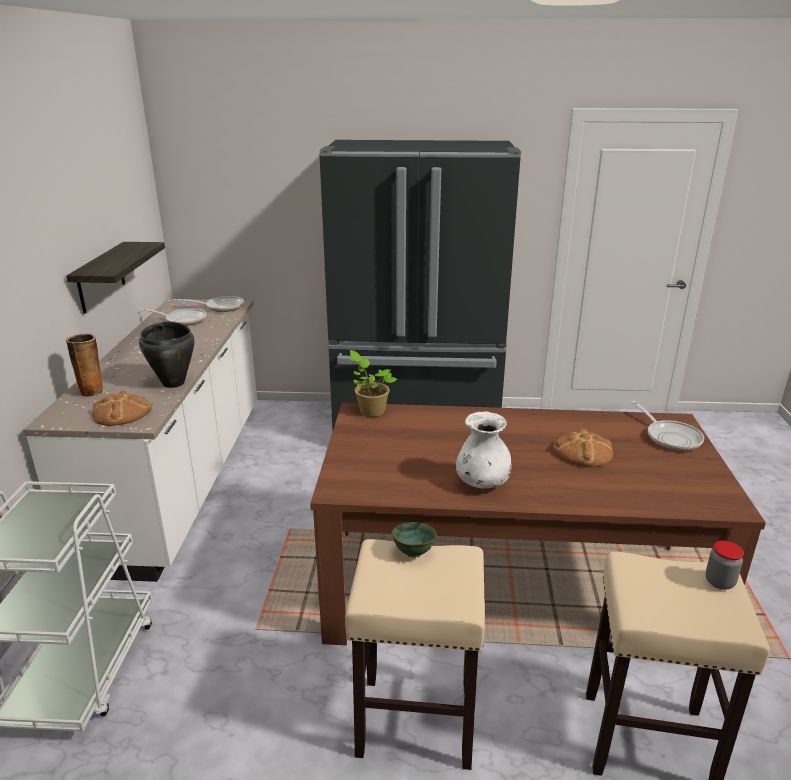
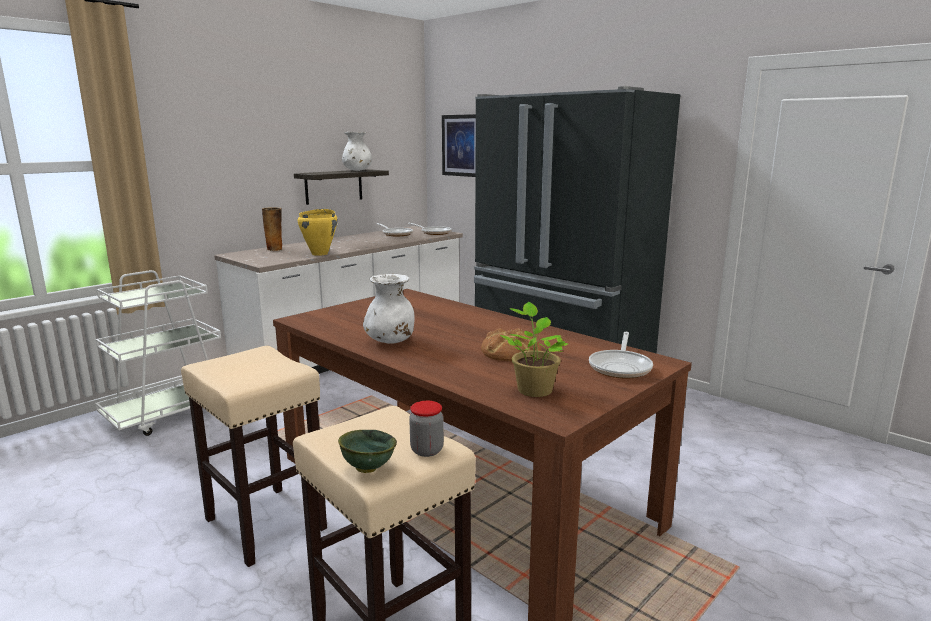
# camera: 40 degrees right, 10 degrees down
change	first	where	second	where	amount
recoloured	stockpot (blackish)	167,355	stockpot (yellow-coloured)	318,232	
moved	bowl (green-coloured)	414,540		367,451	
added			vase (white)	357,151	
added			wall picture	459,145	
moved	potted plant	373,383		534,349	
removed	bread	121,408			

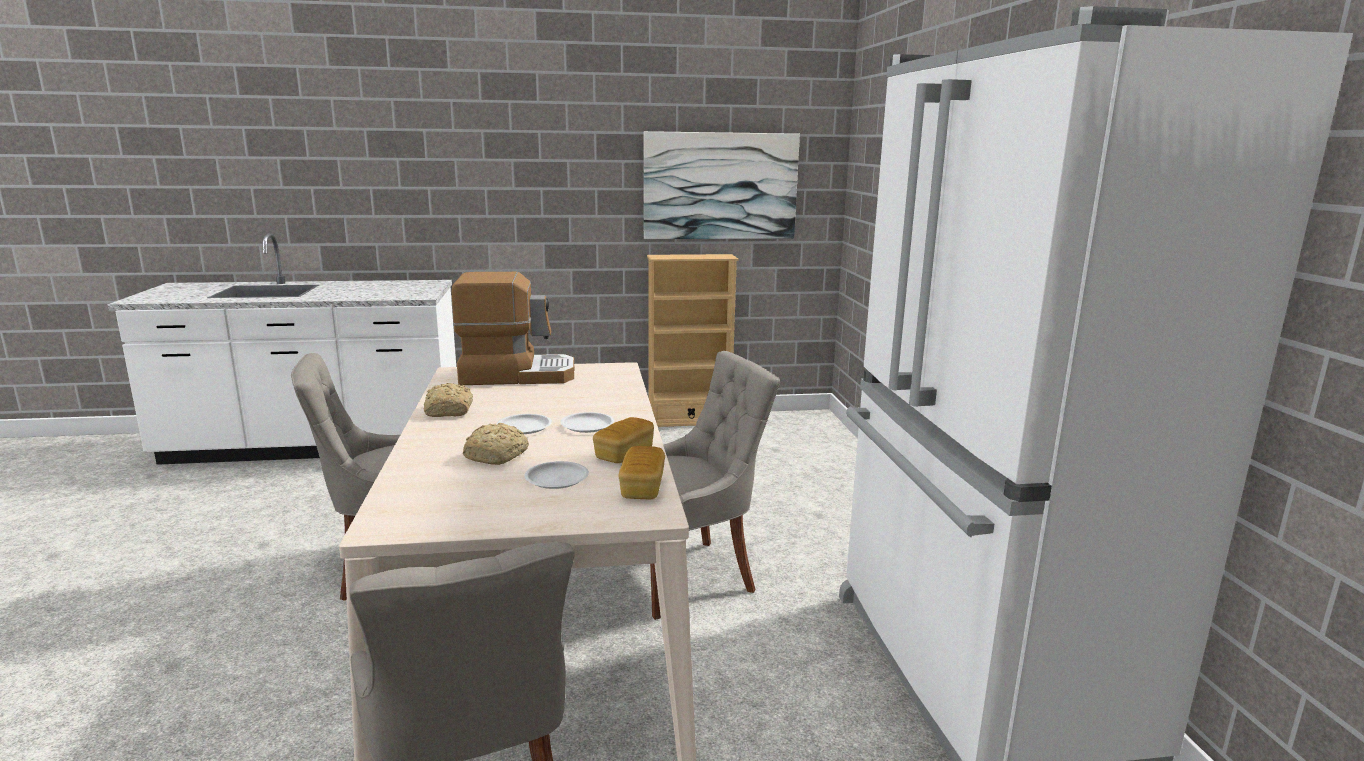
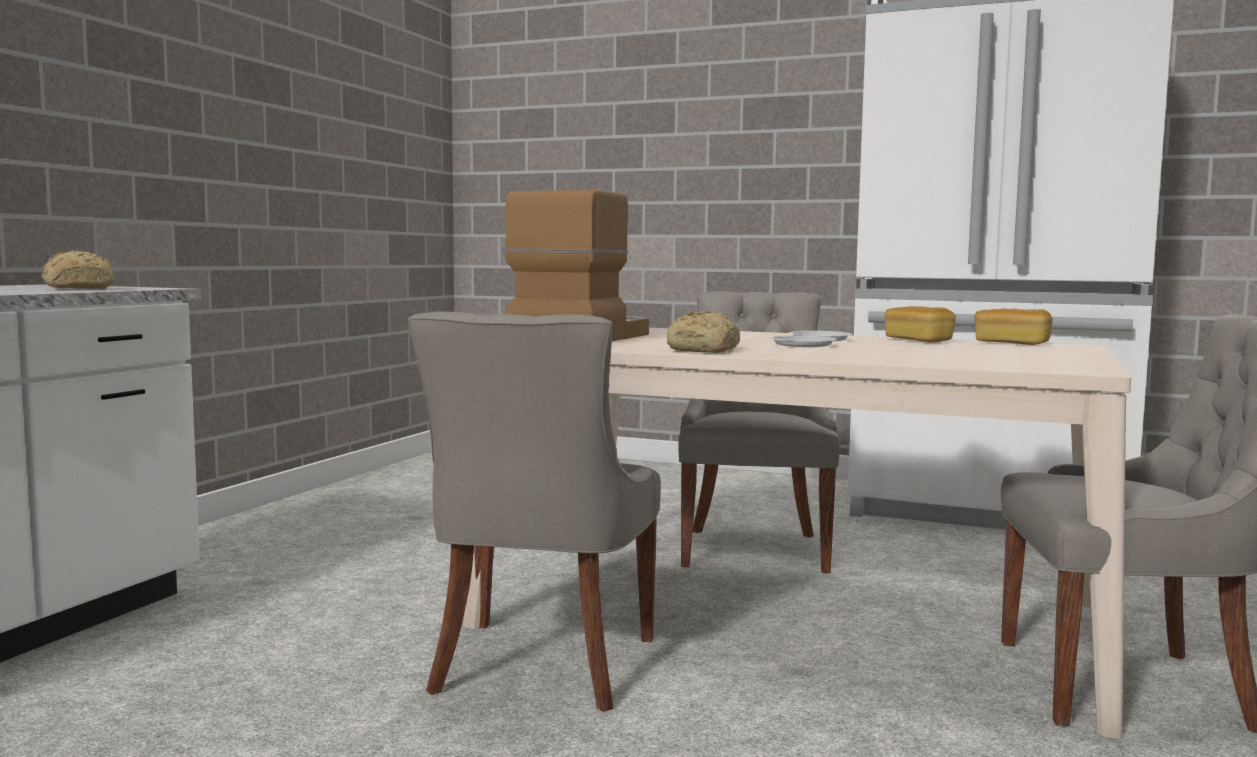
# camera: 60 degrees left, 10 degrees down
change	first	where	second	where	amount
moved	bread	496,444		77,269	
removed	dinner plate (white)	556,475			
removed	wall picture	721,185			
removed	shelving unit (beige)	693,340			

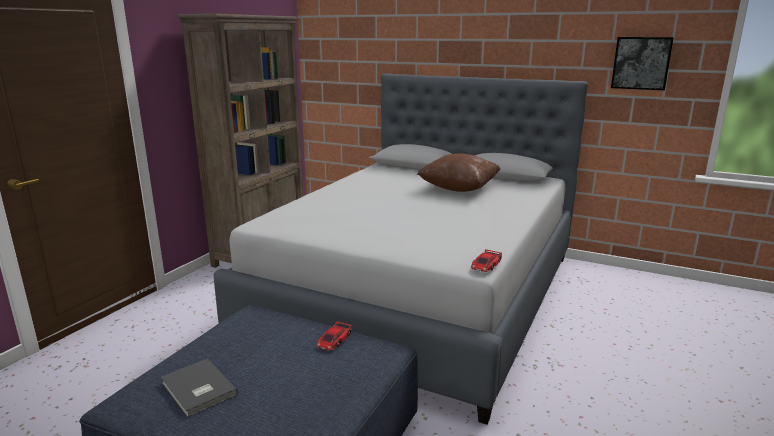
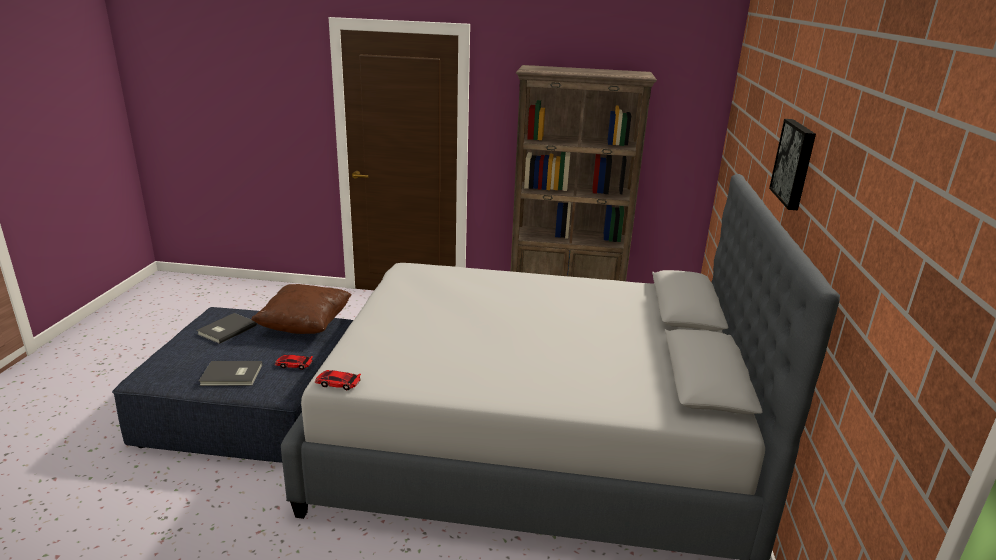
# camera: 70 degrees right, 5 degrees up
change	first	where	second	where	amount
added			book (greyish)	230,373	
moved	pillow (brown-coloured)	458,172		301,309	
moved	wall picture	642,63		792,164	

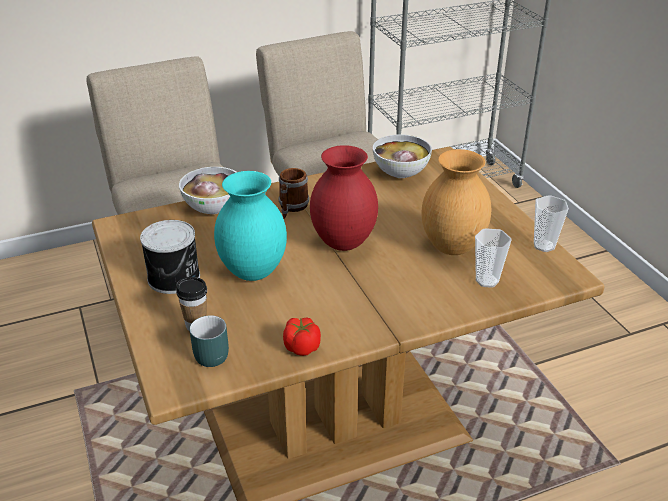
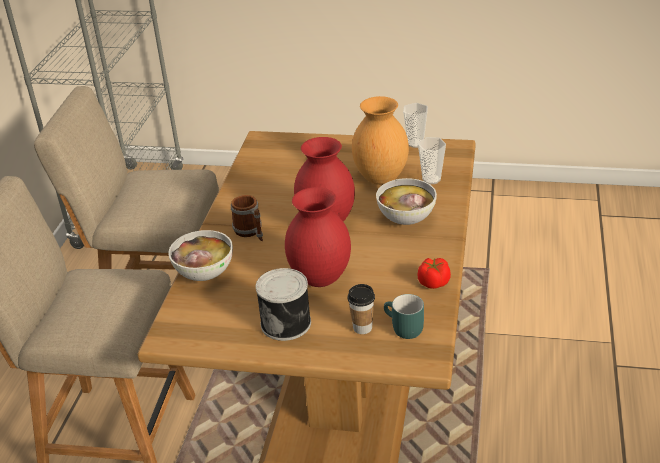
# camera: 55 degrees left, 0 degrees up
change	first	where	second	where	amount
recoloured	vase (blue-green)	250,226	vase (reddish)	318,237	
moved	bowl	402,156		406,201	

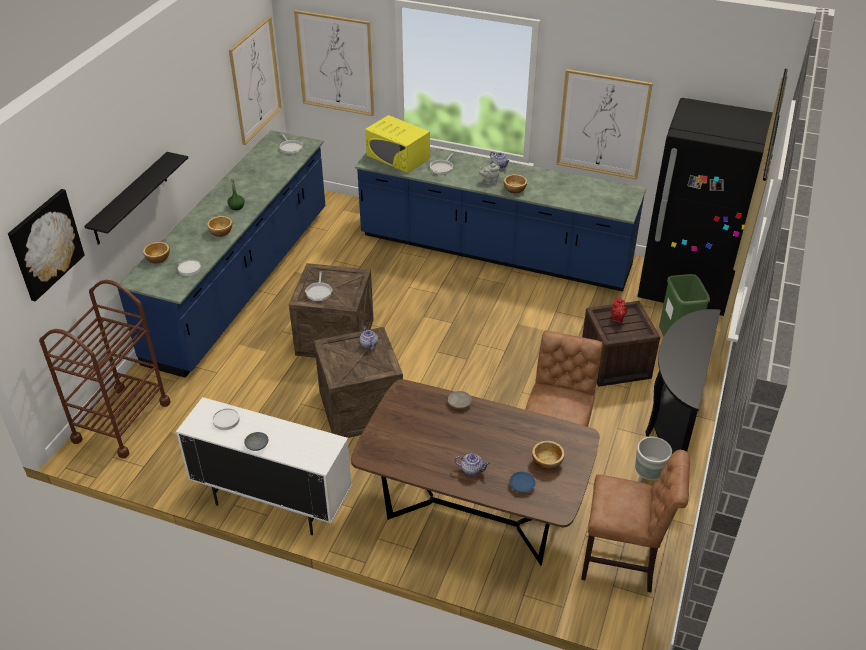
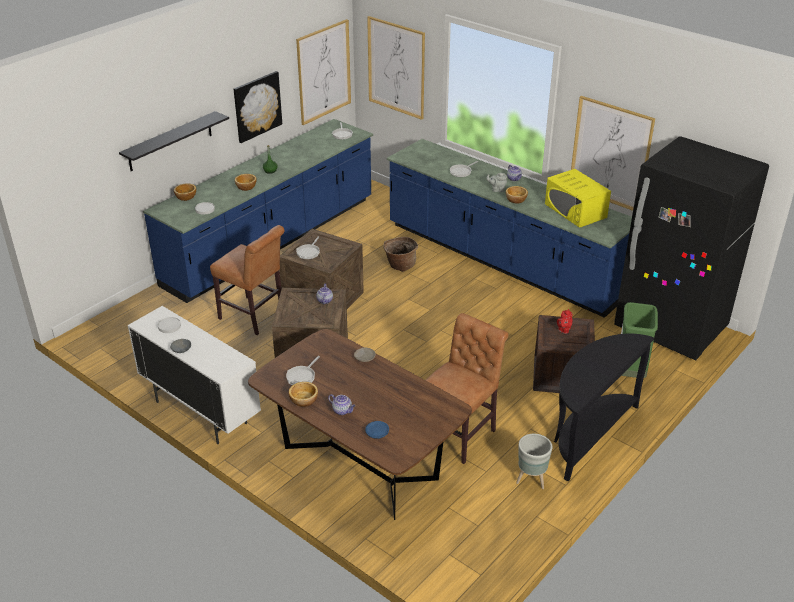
# camera: 20 degrees right, 5 degrees down
change	first	where	second	where	amount
moved	upright chair (brown-coloured)	635,521		247,280	
moved	wall picture	46,245		258,107	
added			frying pan	303,370	
moved	bowl	548,455		303,394	
added			household basket	400,254	
moved	kitchen microwave (yellow-coloured)	397,144		578,198	
removed	wheeled cart (brown-coloured)	104,369			

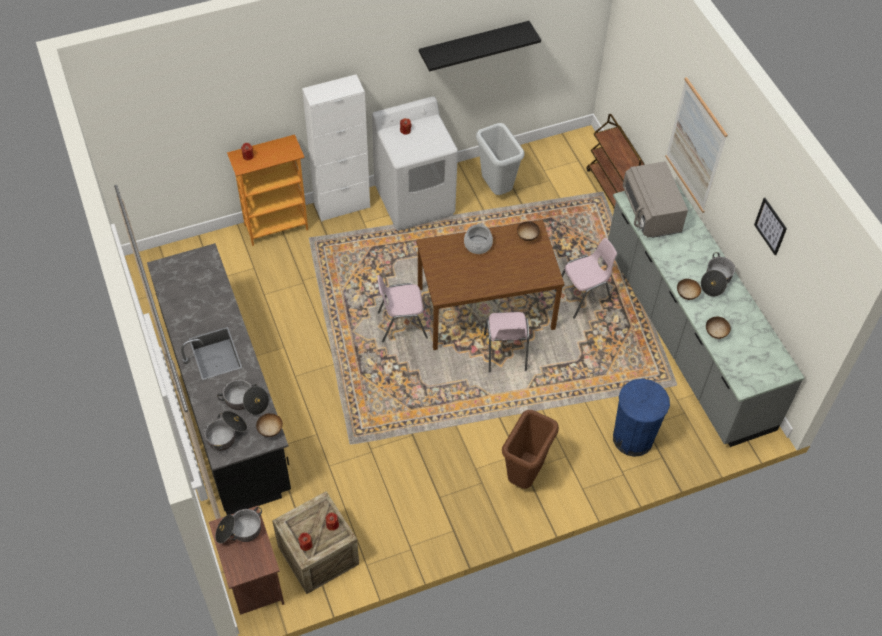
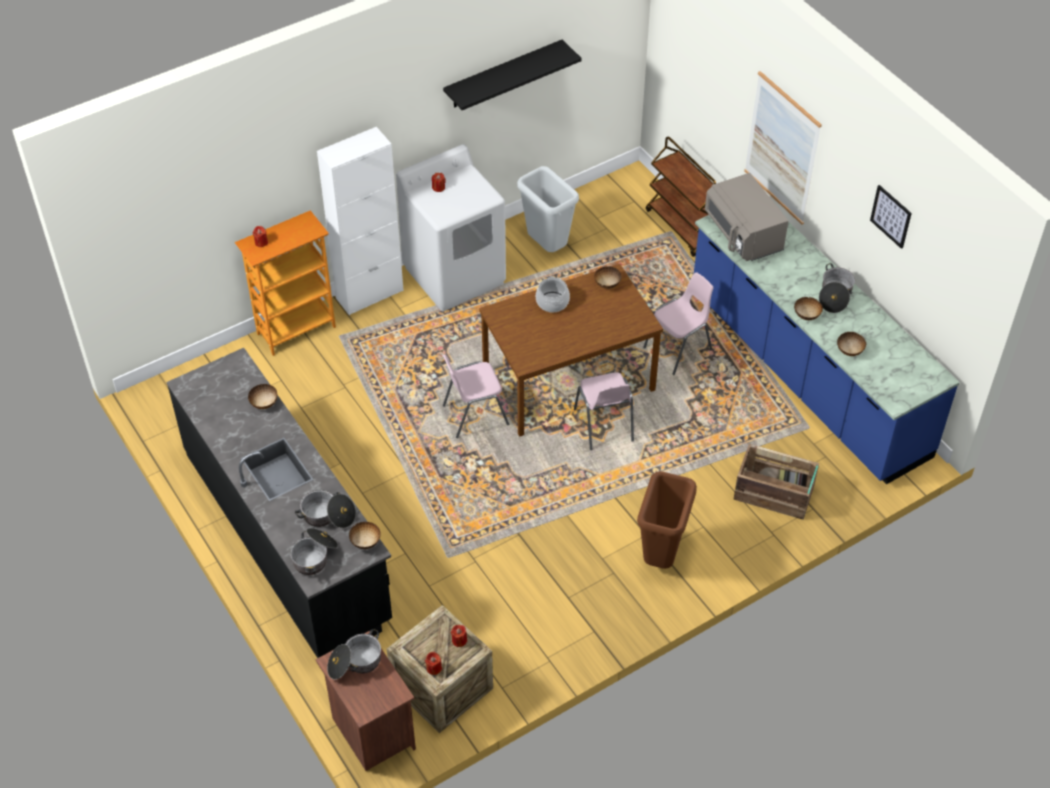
# camera: 10 degrees left, 5 degrees down
change	first	where	second	where	amount
added			bowl	262,396	
recoloured	kitchen counter (greyish)	706,313	kitchen counter (blue)	827,349	
replaced	waste bin (blue)	641,418	crate	776,482	

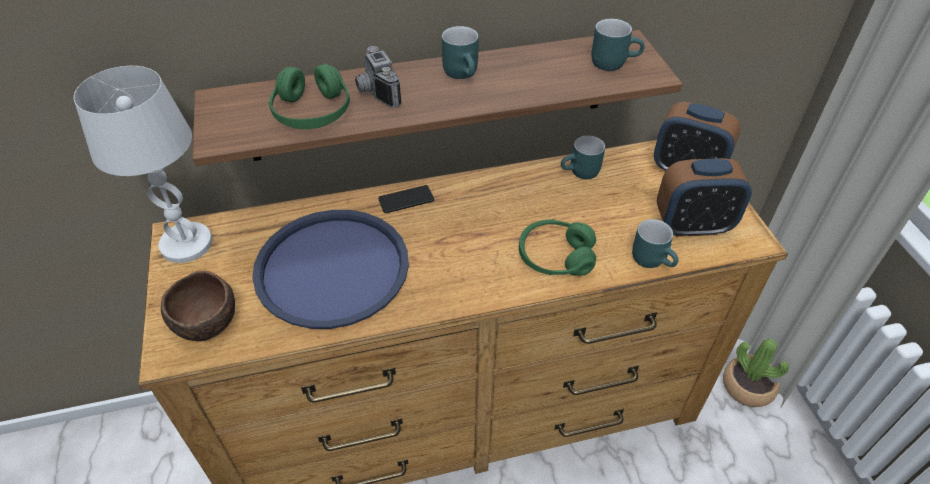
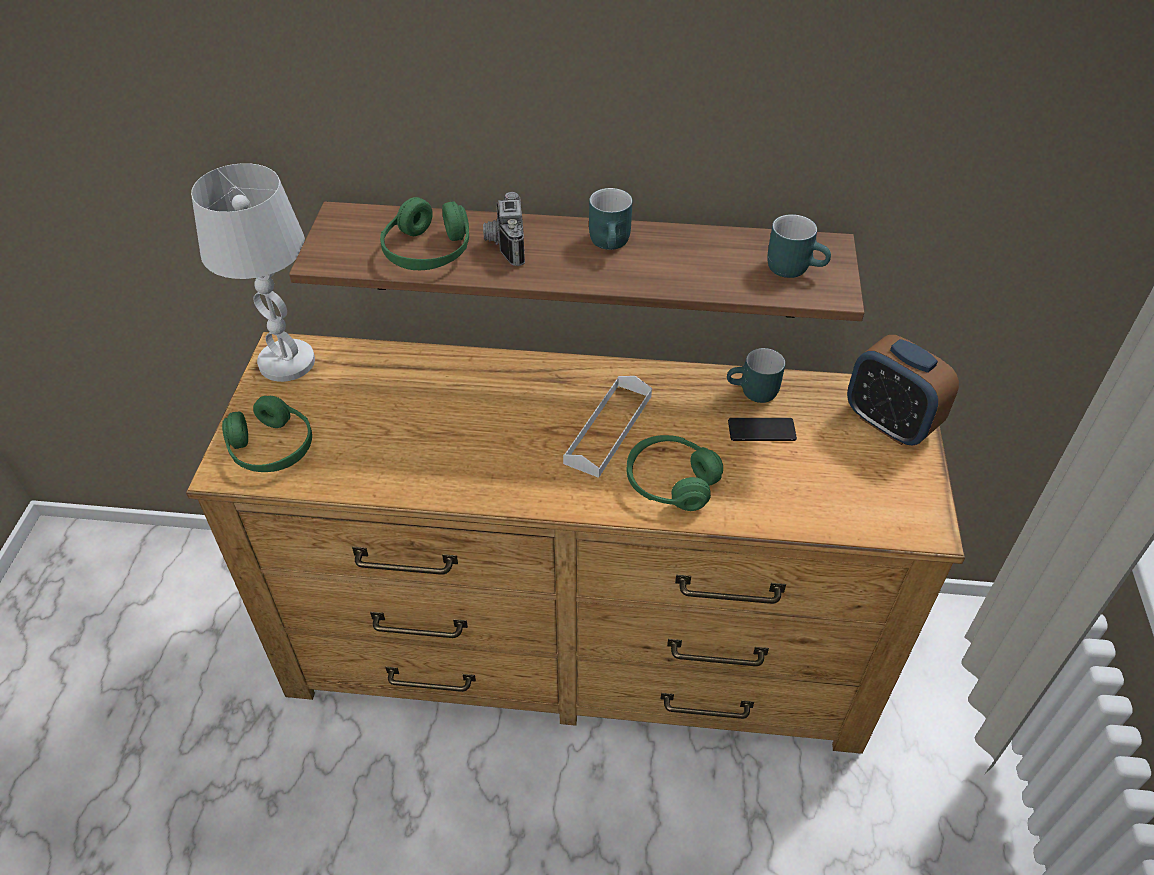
# camera: 20 degrees right, 0 degrees up
change	first	where	second	where	amount
replaced	bowl (brown-coloured)	198,306	pair of headphones (green-coloured)	267,434	
added			serving tray (white)	607,427	
moved	phone	406,199		762,429	
removed	serving tray (blue)	330,269			
removed	tea mug (blue-green)	655,243			
removed	alarm clock	704,197			
removed	potted plant	756,373			

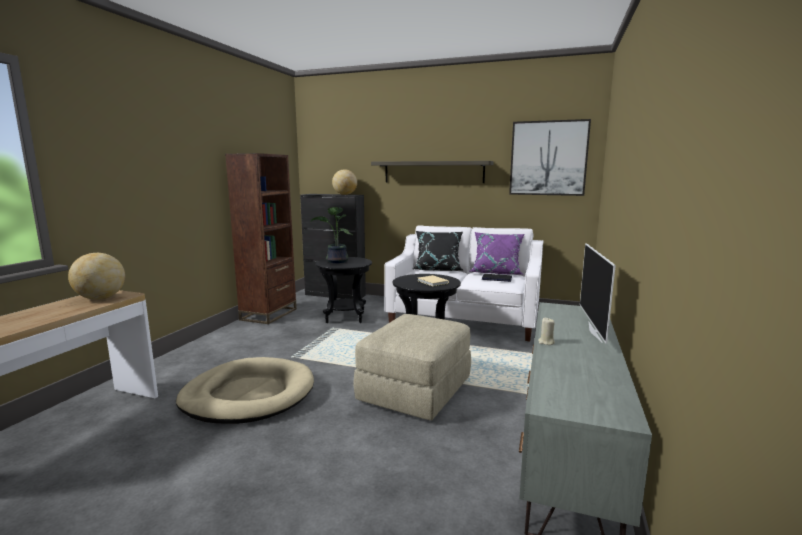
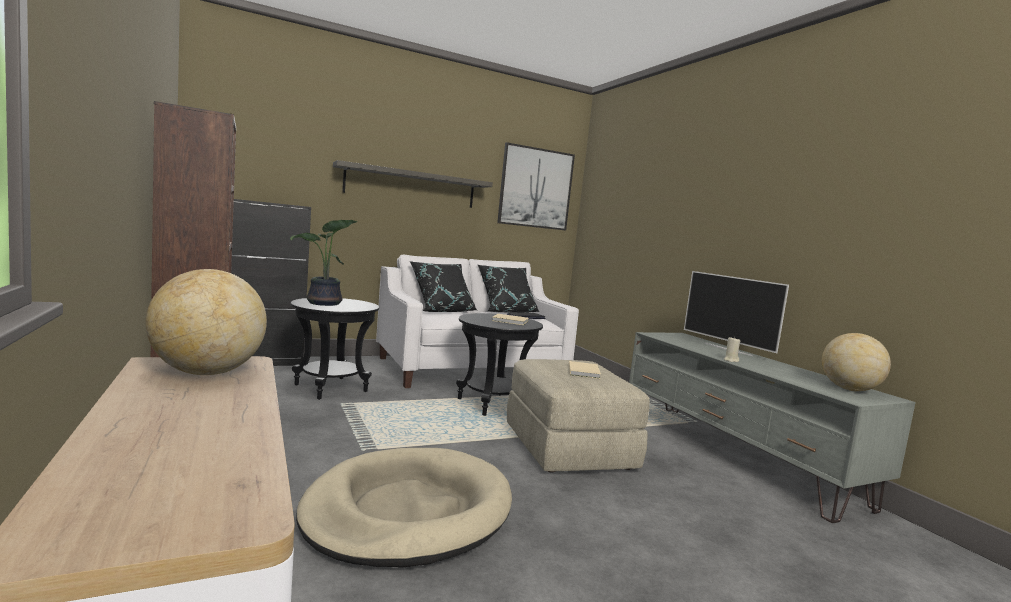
# camera: 45 degrees left, 5 degrees down
change	first	where	second	where	amount
recoloured	pillow (purple-coloured)	497,253	pillow (blackish)	508,288	
added			book (beige)	585,370	
moved	desk globe	344,182		856,362	

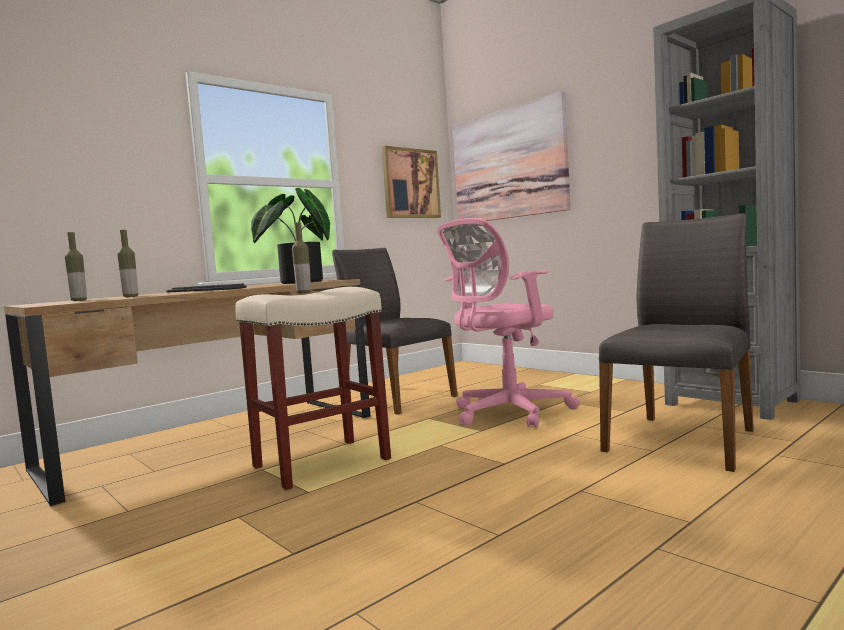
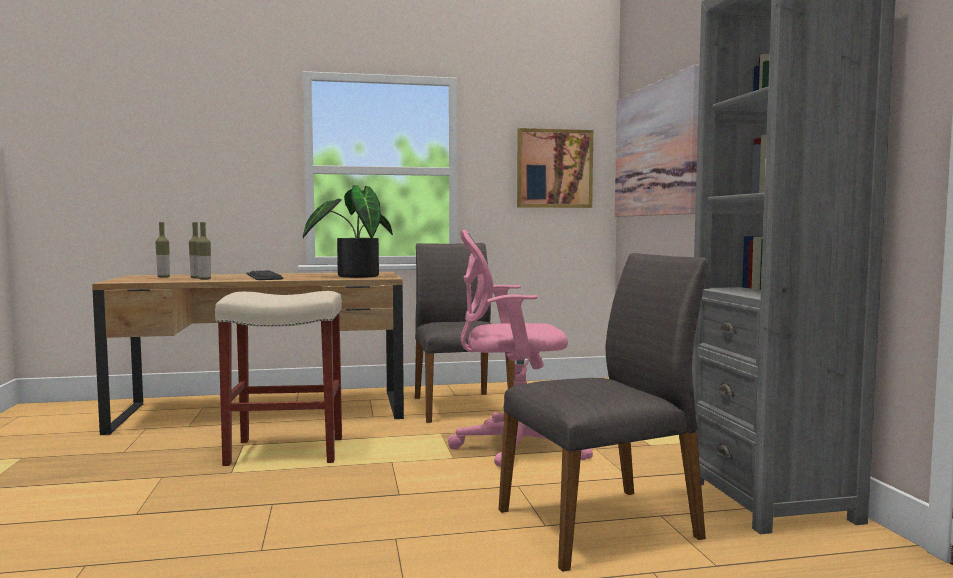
# camera: 30 degrees right, 0 degrees up
change	first	where	second	where	amount
moved	beverage bottle	301,258		203,251	

